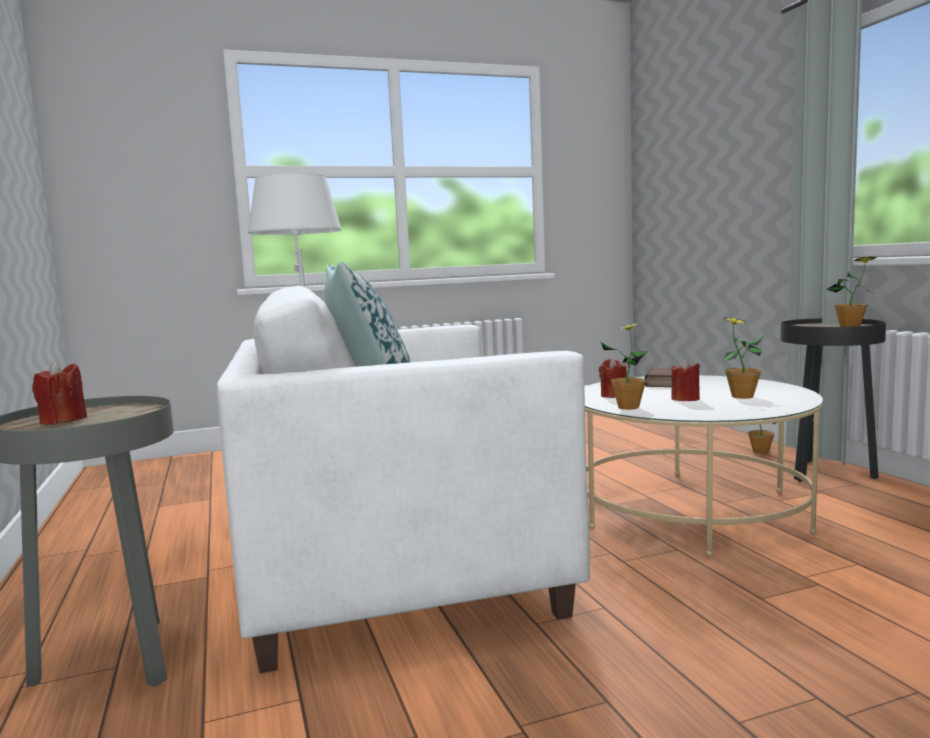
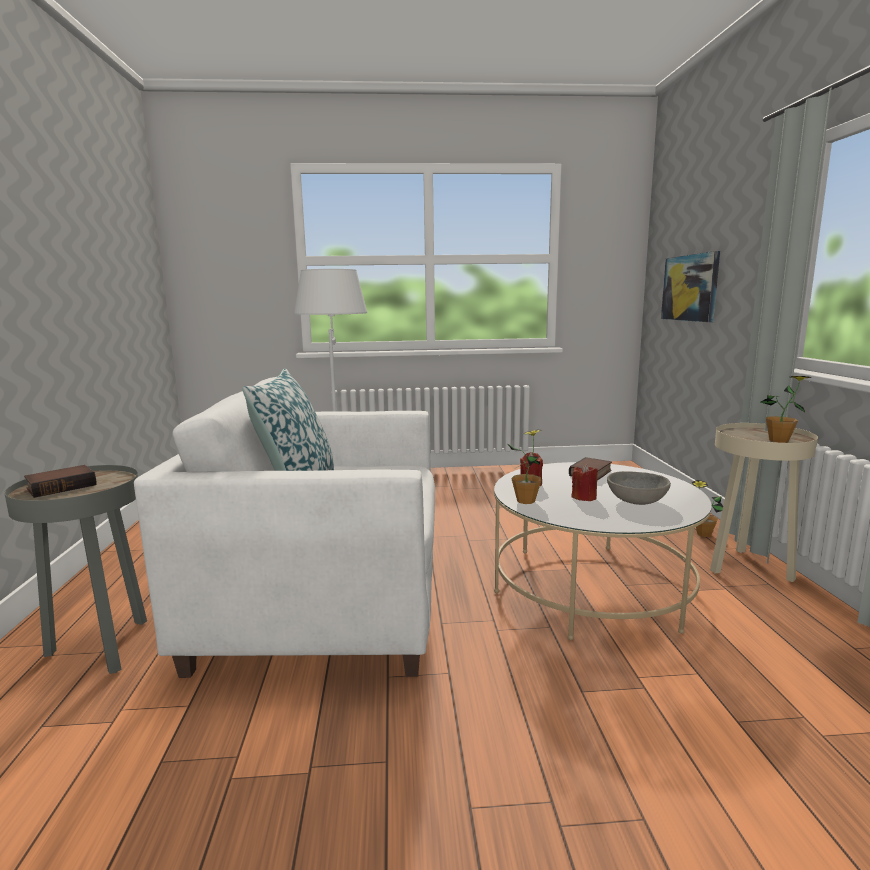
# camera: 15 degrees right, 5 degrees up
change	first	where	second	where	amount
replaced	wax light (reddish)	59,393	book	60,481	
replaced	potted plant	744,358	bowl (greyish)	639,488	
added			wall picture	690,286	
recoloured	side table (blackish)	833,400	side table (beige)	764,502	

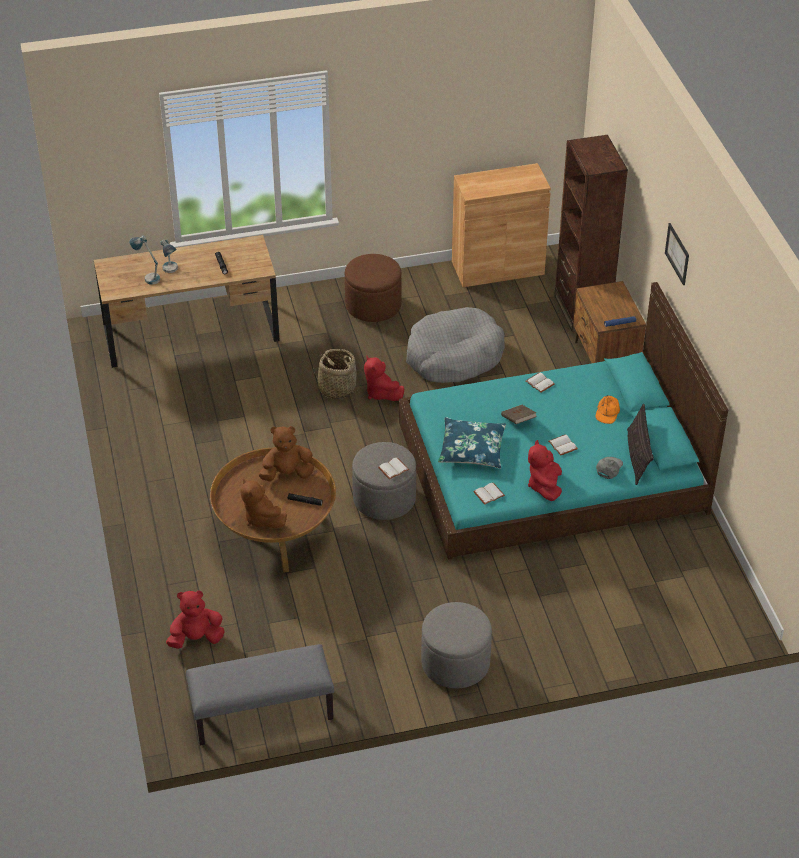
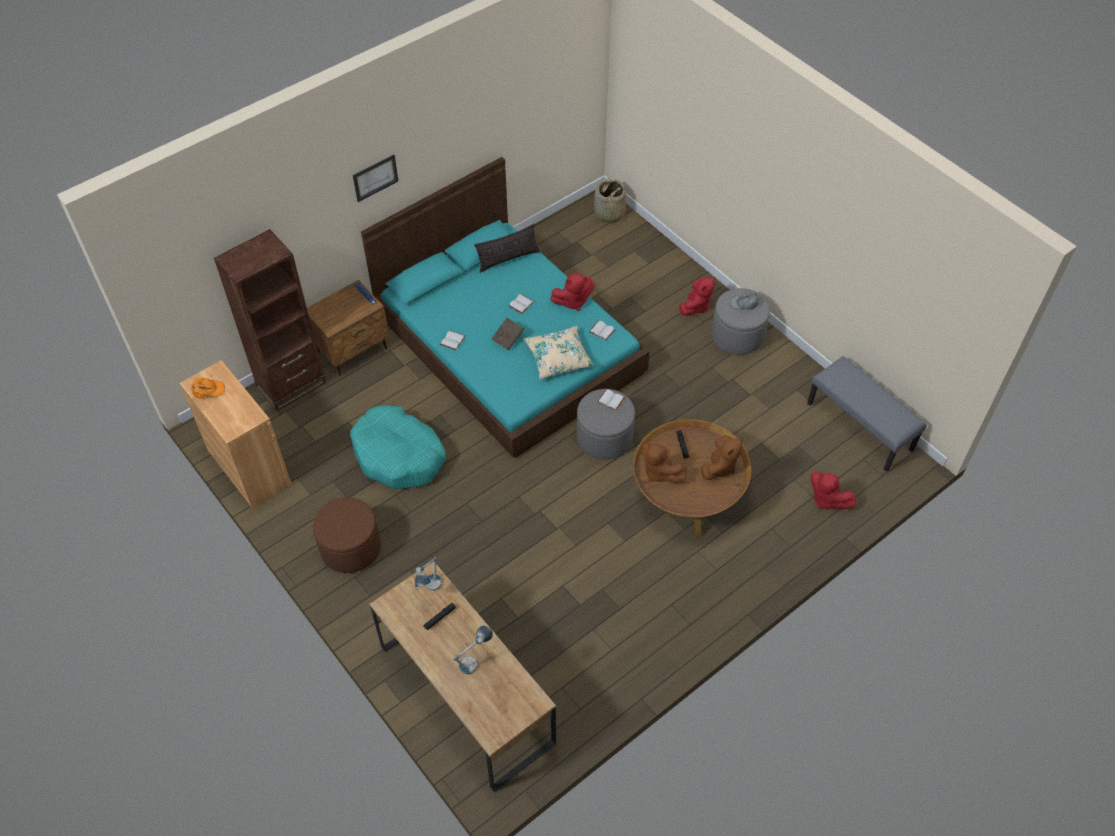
# camera: 115 degrees left, 10 degrees up
change	first	where	second	where	amount
moved	peaked cap (orange)	608,409		208,388	
recoloured	dog cushion (greyish)	455,345	dog cushion (blue-green)	398,447	
moved	tabletop lamp	144,260		428,574	
recoloured	pillow (blue)	472,443	pillow (beige)	559,352	
moved	household basket	335,374		610,201	
moved	cuddly toy (reddish)	384,378		697,296	
moved	peaked cap (greyish)	609,468		744,301	

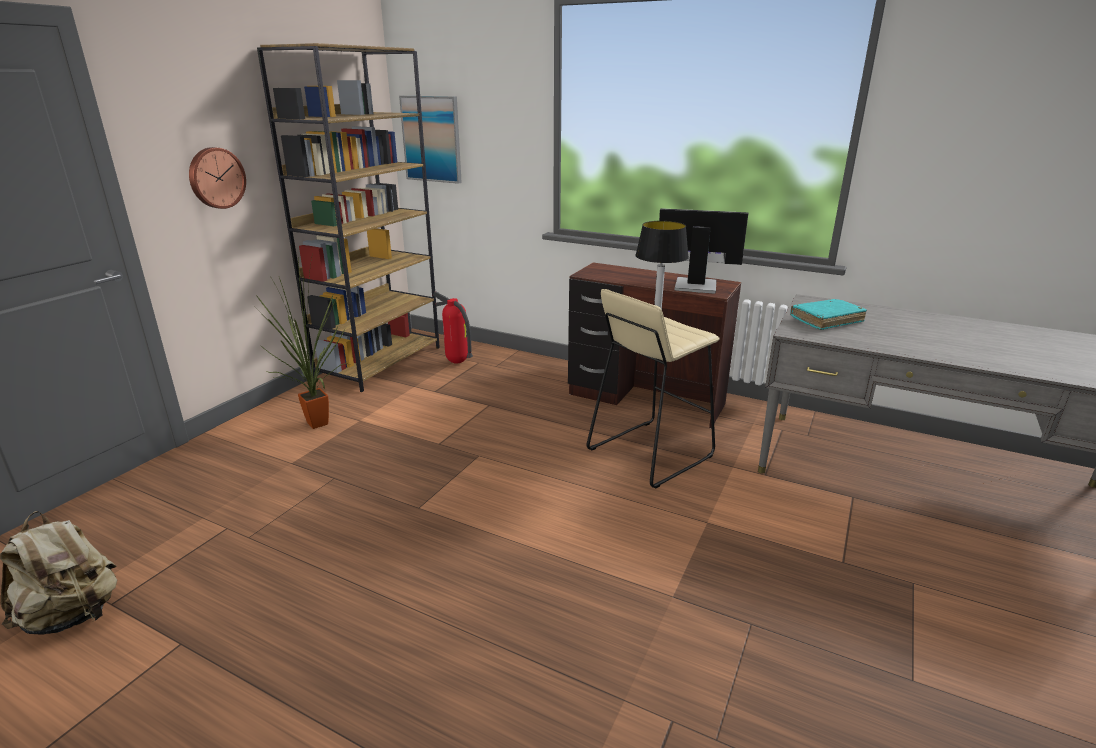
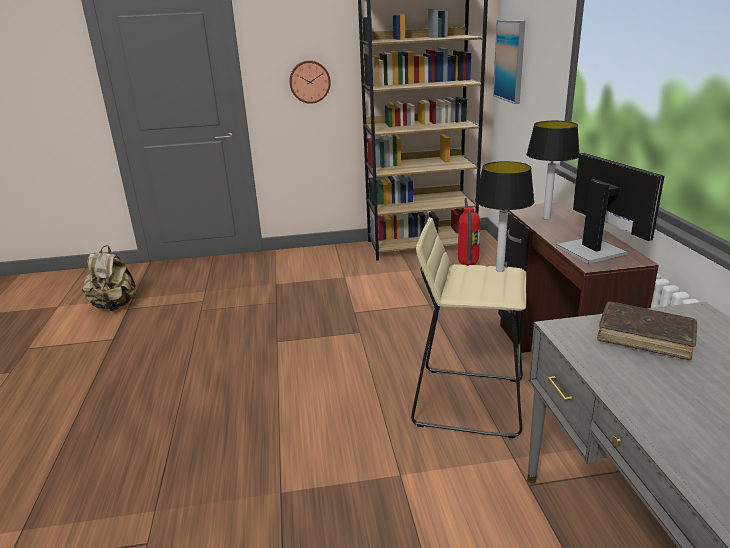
# camera: 55 degrees right, 0 degrees up
change	first	where	second	where	amount
added			tabletop lamp	552,170	
recoloured	book (blue-green)	828,314	book (brown-coloured)	647,331	
removed	potted plant	299,343			

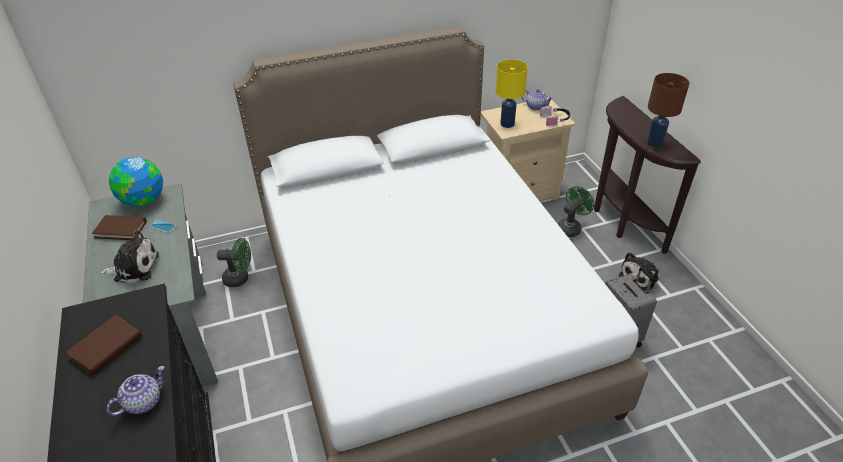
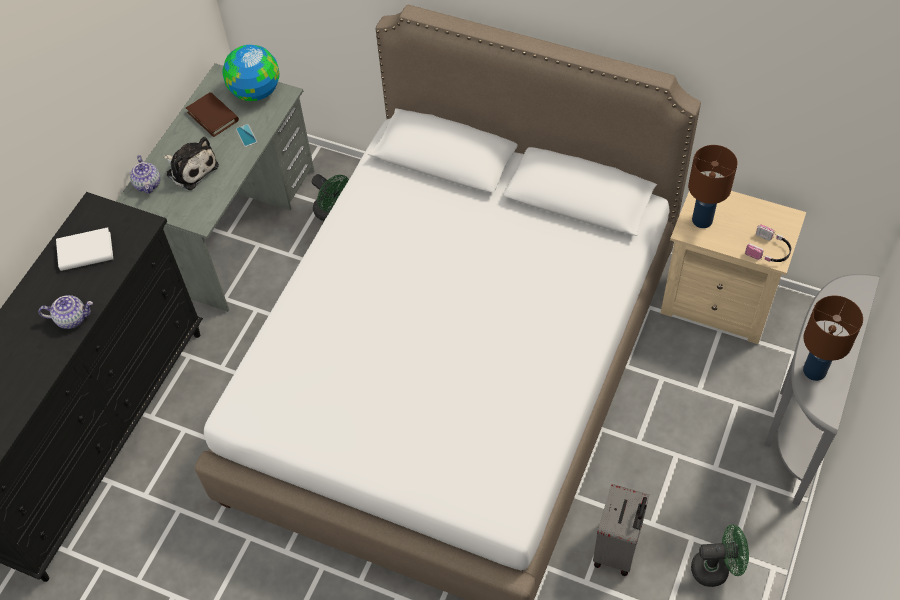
# camera: 45 degrees right, 15 degrees up
change	first	where	second	where	amount
recoloured	book (brown-coloured)	104,345	book (white)	84,249	
moved	tea pot	537,99		145,174	
recoloured	tabletop lamp (yellow-coloured)	512,93	tabletop lamp (brown-coloured)	713,186	
moved	cooling fan (green-coloured)	576,211		720,555	
recoloured	narrow table (brown-coloured)	647,175	narrow table (greyish)	822,390	
removed	cuddly toy	639,271			

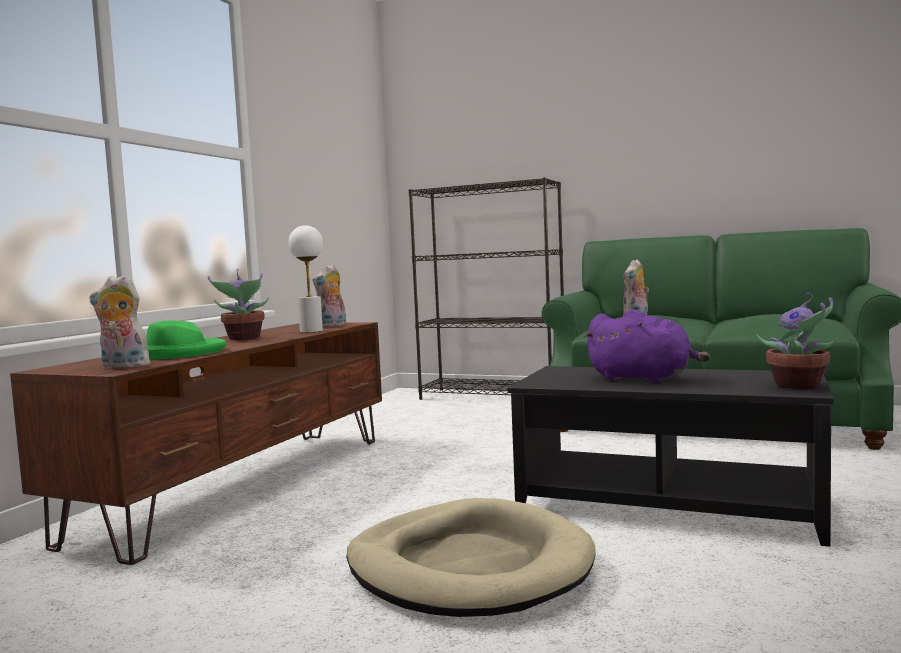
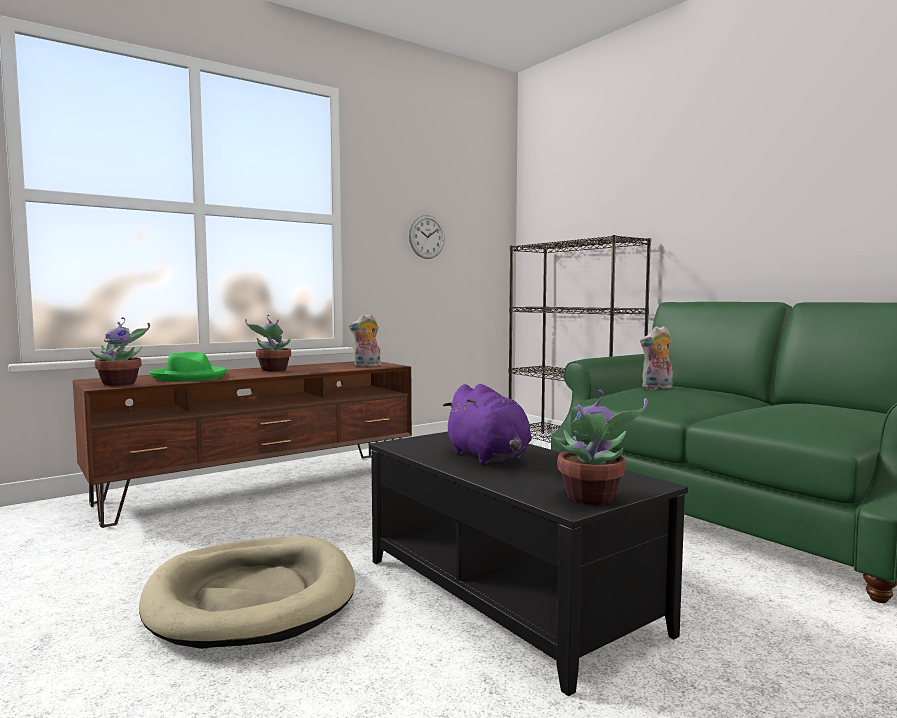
# camera: 30 degrees right, 0 degrees up
change	first	where	second	where	amount
replaced	cuddly toy	119,321	potted plant	120,351	
added			wall clock	427,237	
removed	tabletop lamp (white)	305,279			

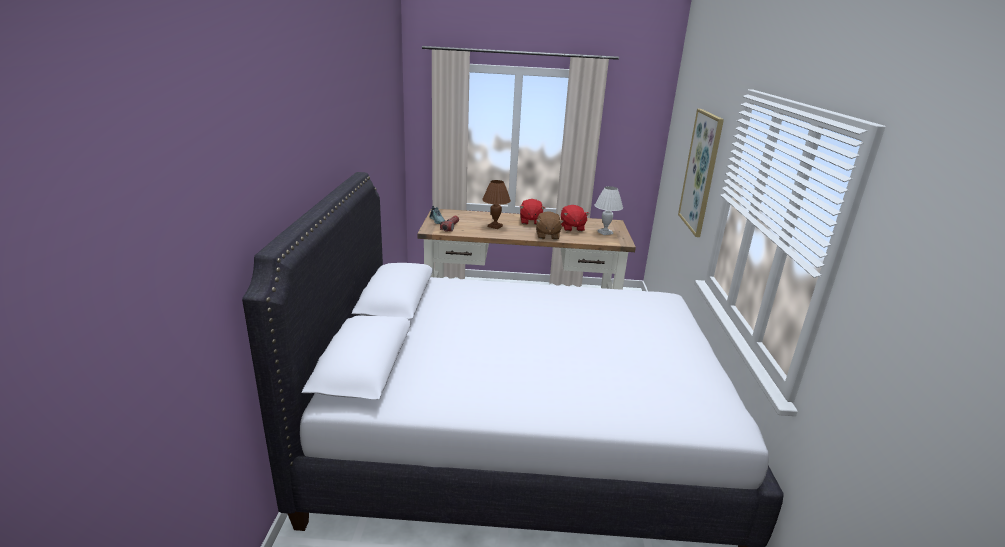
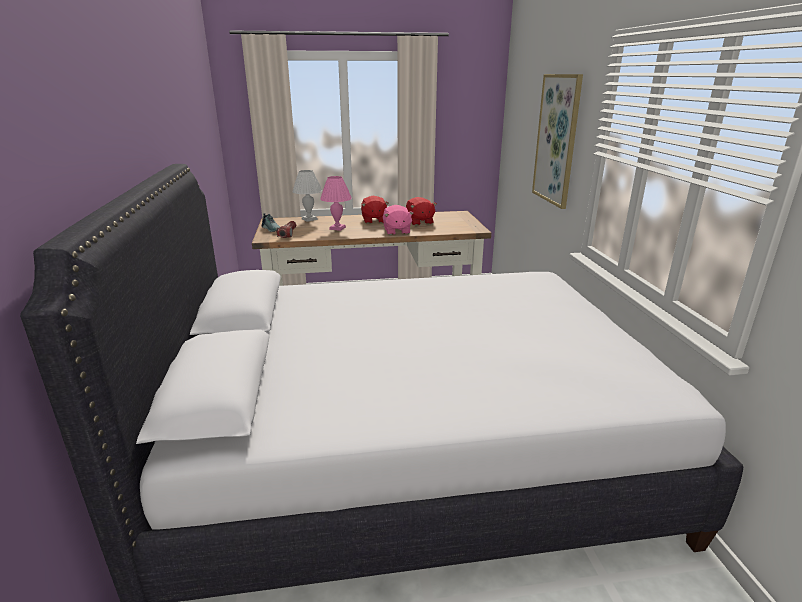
# camera: 10 degrees left, 0 degrees up
change	first	where	second	where	amount
moved	tabletop lamp (white)	608,210		307,196	
recoloured	tabletop lamp (brown-coloured)	496,204	tabletop lamp (pink)	336,203	
recoloured	cuddly toy (brown-coloured)	550,225	cuddly toy (pink)	398,220	

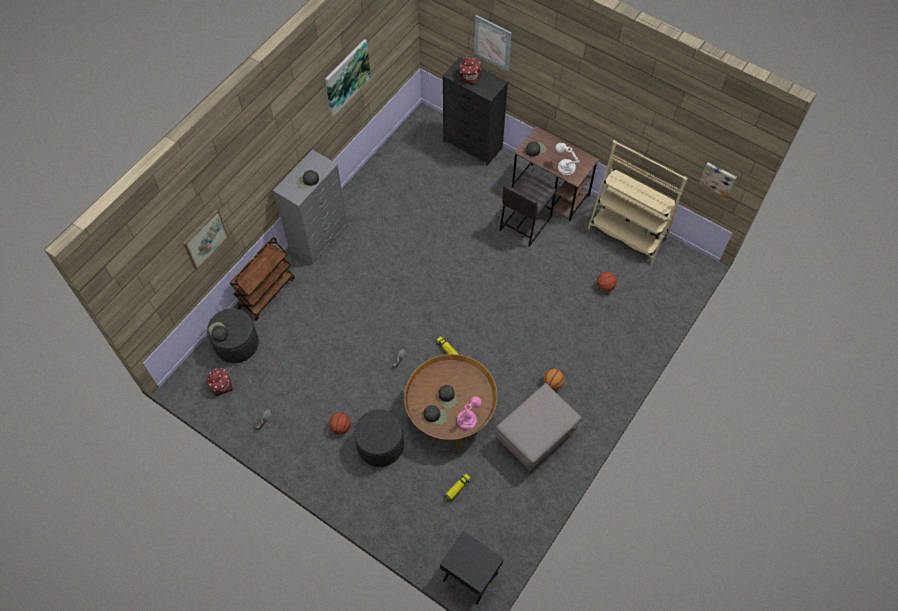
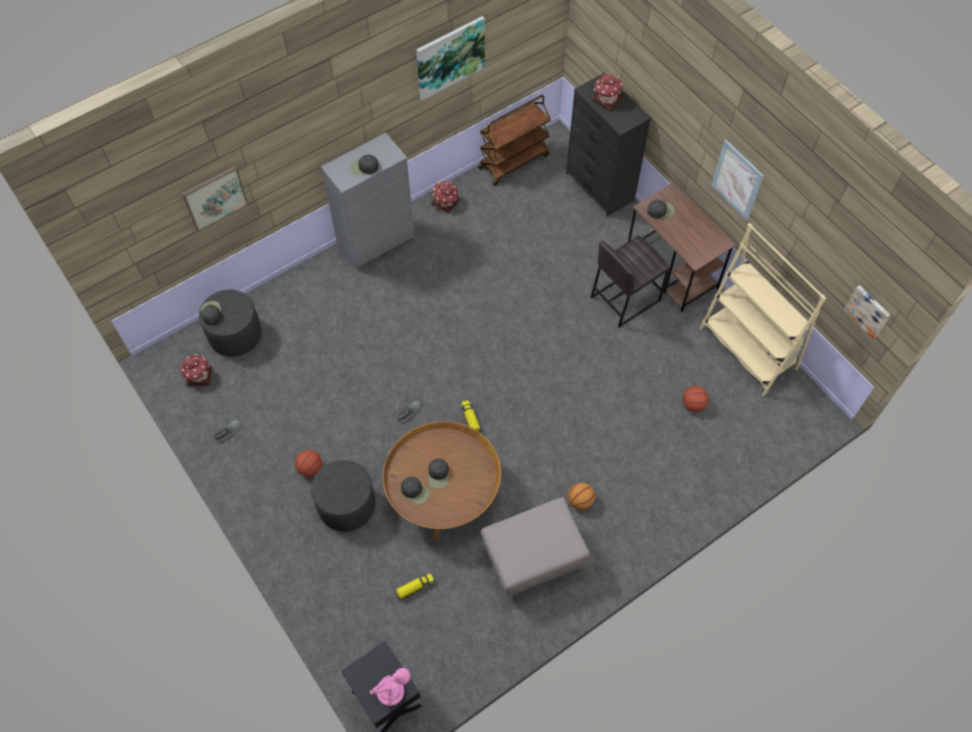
# camera: 20 degrees right, 0 degrees up
change	first	where	second	where	amount
moved	tabletop lamp (pink)	469,413		390,687	
added			model house	446,197	
moved	wheeled cart (brown-coloured)	261,279		514,140	
moved	wall picture	493,43		737,180	
removed	tabletop lamp (white)	568,159			

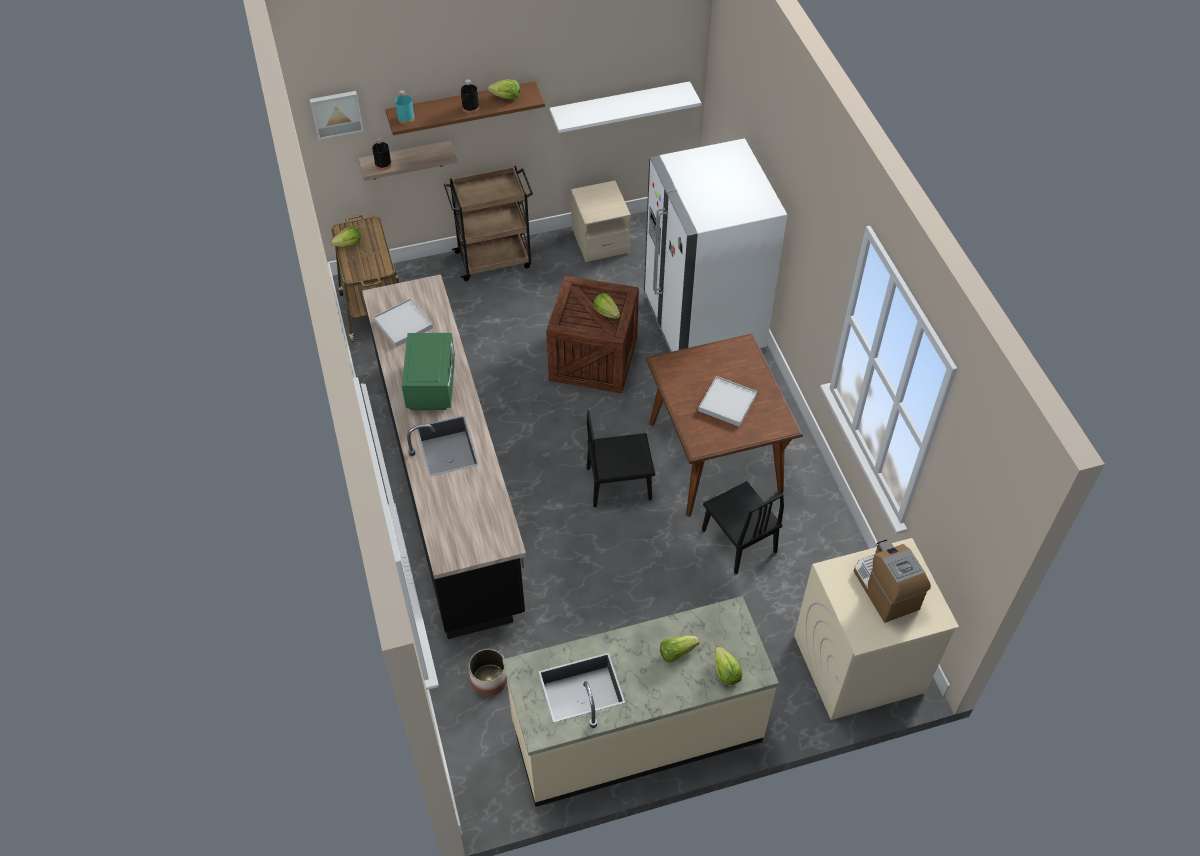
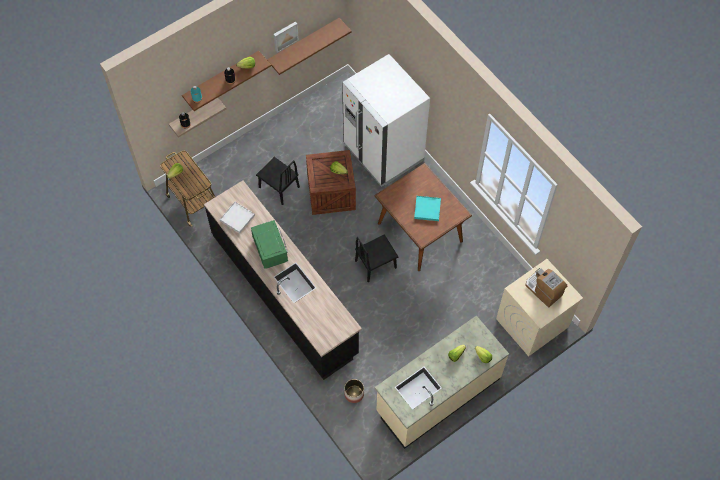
# camera: 20 degrees left, 10 degrees up
change	first	where	second	where	amount
moved	upright chair (blackish)	743,527		278,181	
recoloured	shelf (white)	625,107	shelf (brown-coloured)	309,46	
moved	wall picture	337,115		286,37	
recoloured	serving tray (white)	727,401	serving tray (blue-green)	427,208	
removed	wheeled cart (brown-coloured)	488,223			
removed	bedside table (beige)	601,221			

